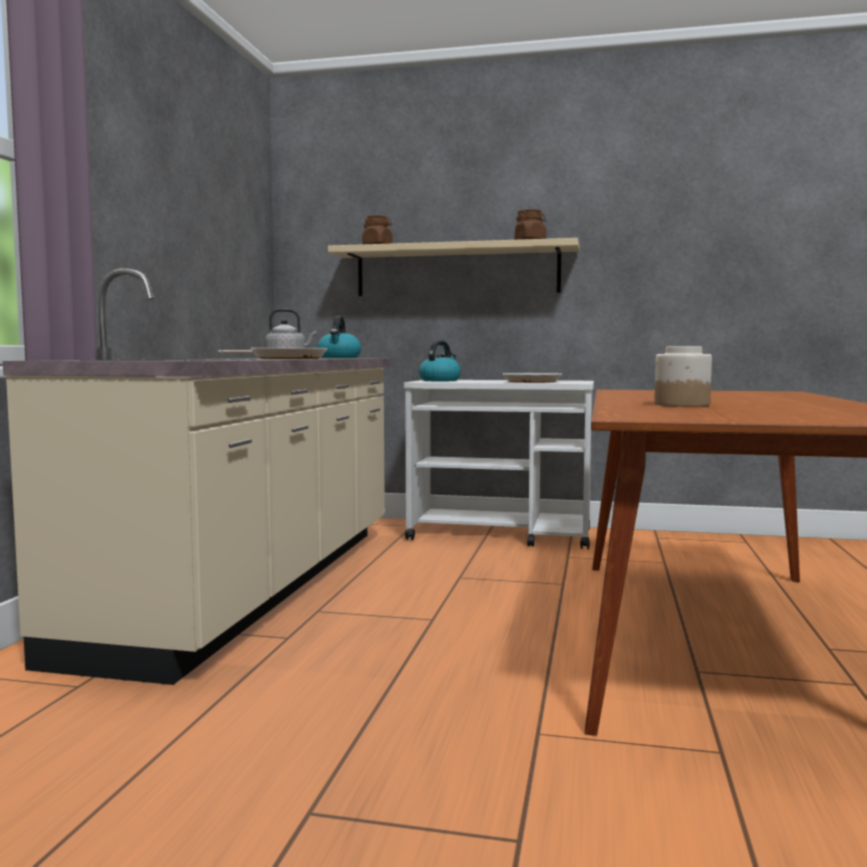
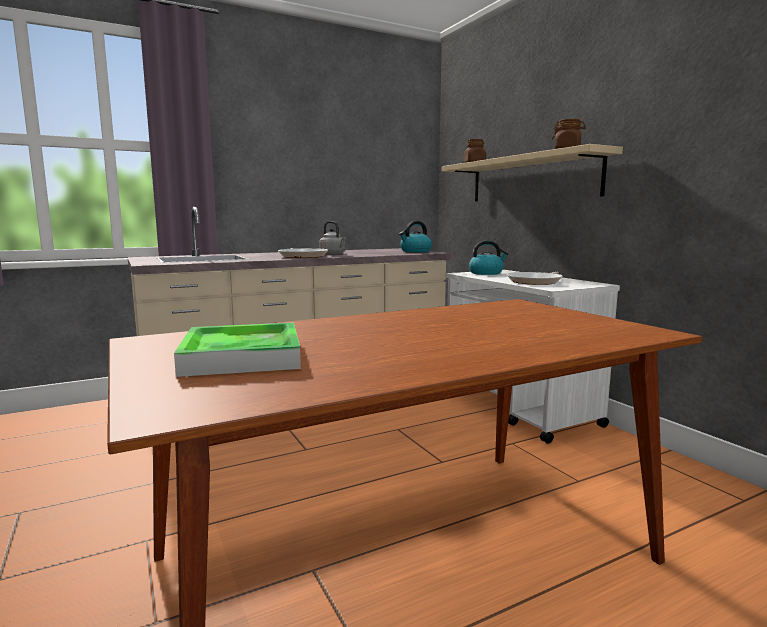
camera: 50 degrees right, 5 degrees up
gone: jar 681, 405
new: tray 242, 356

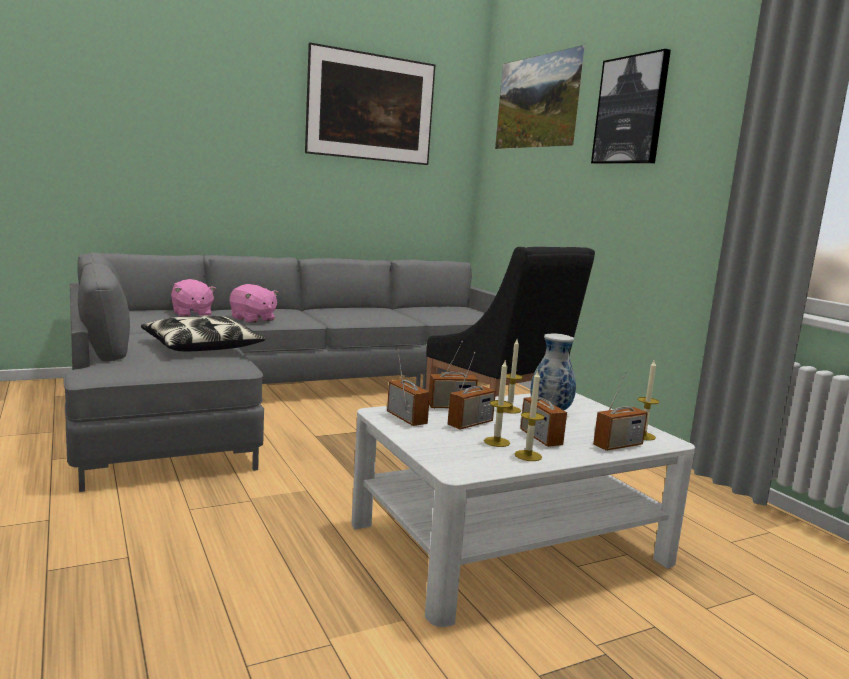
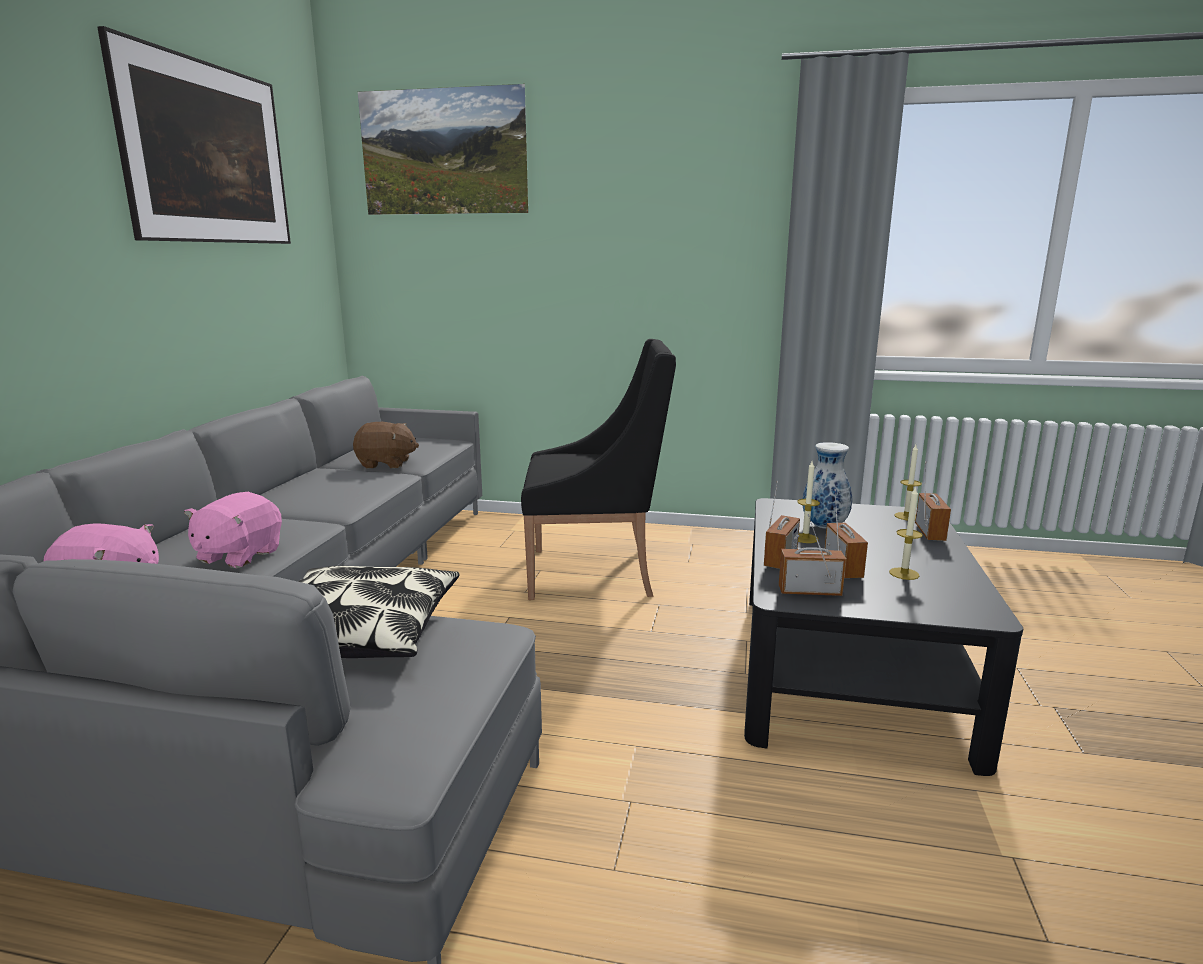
camera: 50 degrees left, 5 degrees up
gone: picture 630, 110; radio 540, 438; candle 528, 455
new: brown plush toy 386, 464
repainted: white coffee table 509, 542 to black coffee table 848, 669
rotated: pink plush toy 253, 319 = 238, 555 120 degrees clockwise

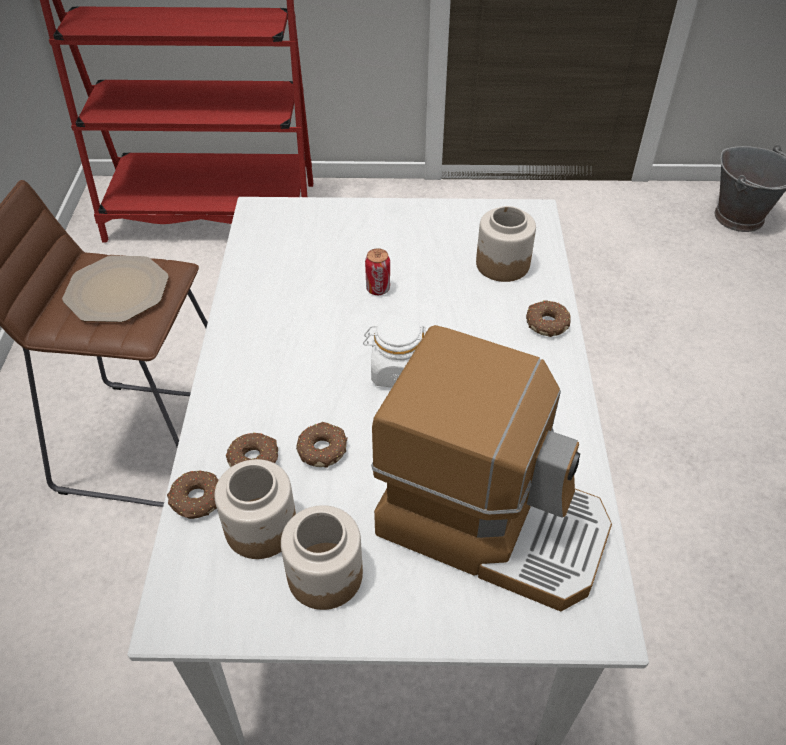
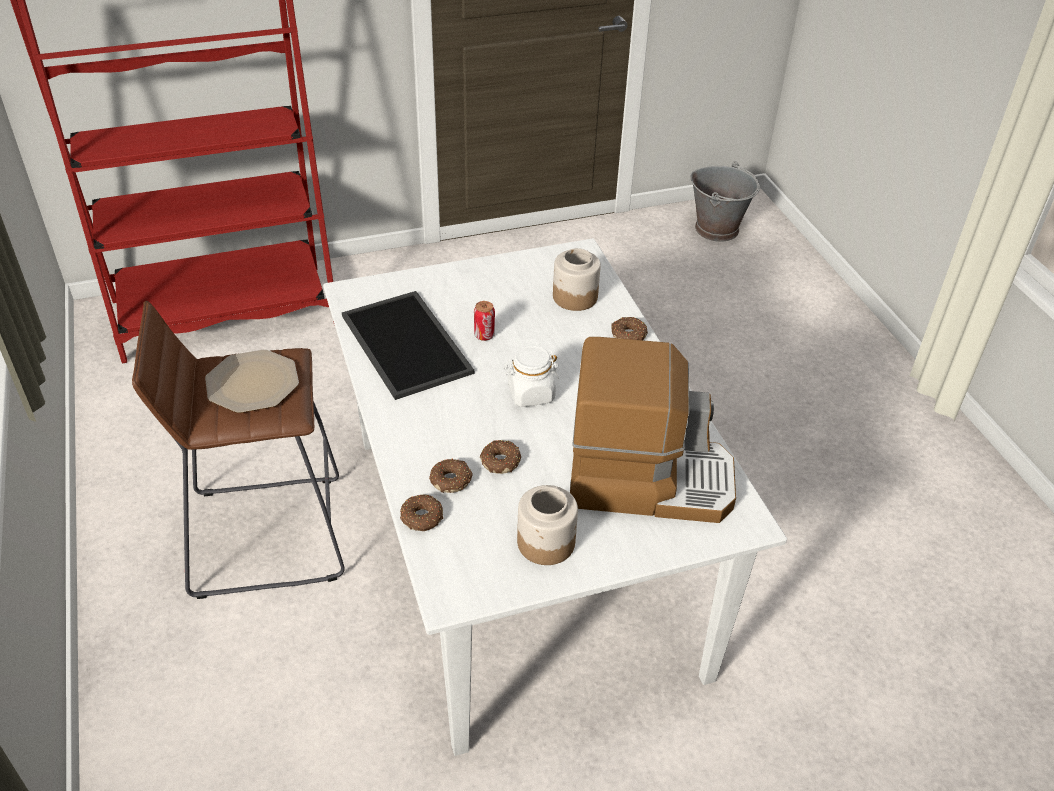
camera: 20 degrees left, 5 degrees down
gone: jar 261, 528
new: tray 409, 344

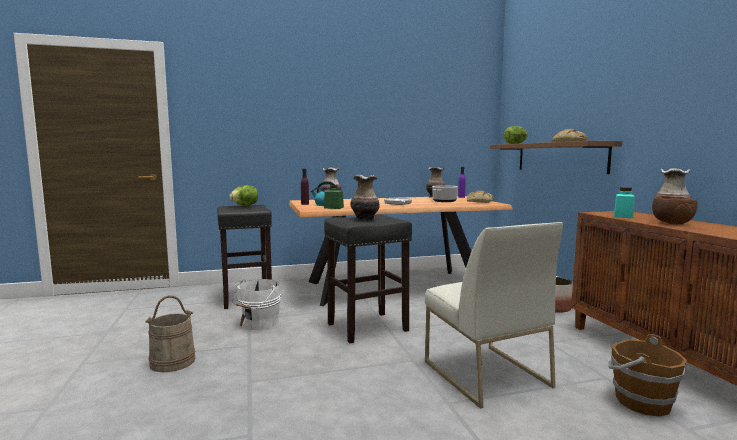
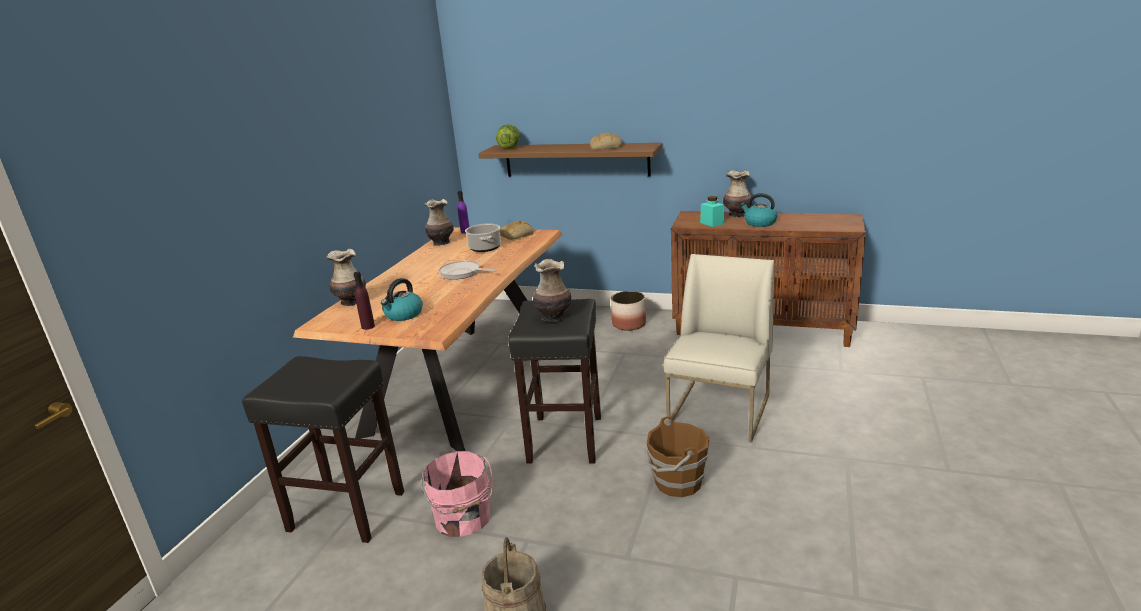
camera: 55 degrees left, 15 degrees up
gone: lettuce 245, 205; green jar 333, 208
shifted: brown bucket 640, 402 to 677, 483
swapped: brown bowl 672, 223 to kettle 759, 223
repainted: white bucket 258, 323 to pink bucket 463, 519
rotated: white chair 484, 374 = 720, 411 75 degrees counterclockwise

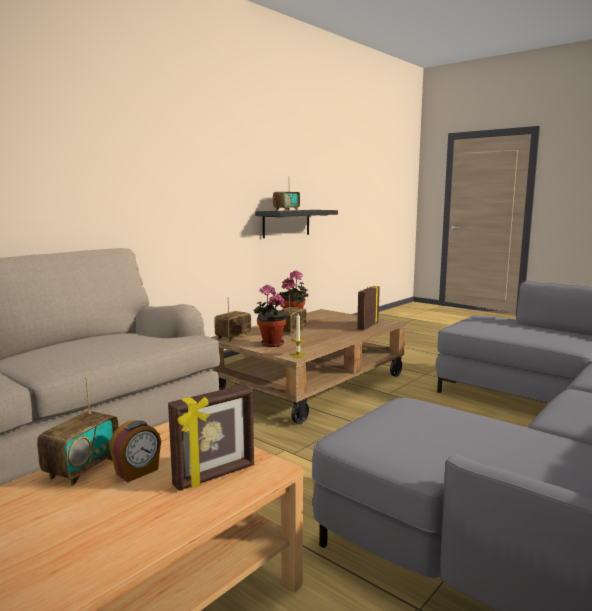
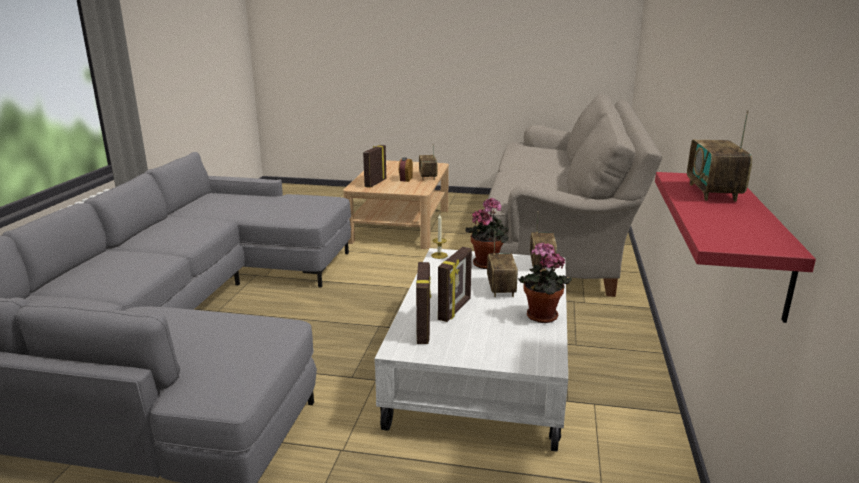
camera: 150 degrees right, 10 degrees up
new: picture frame 455, 310
repainted: black shelf 286, 223 to red shelf 761, 243; brown coffee table 311, 384 to white coffee table 481, 368

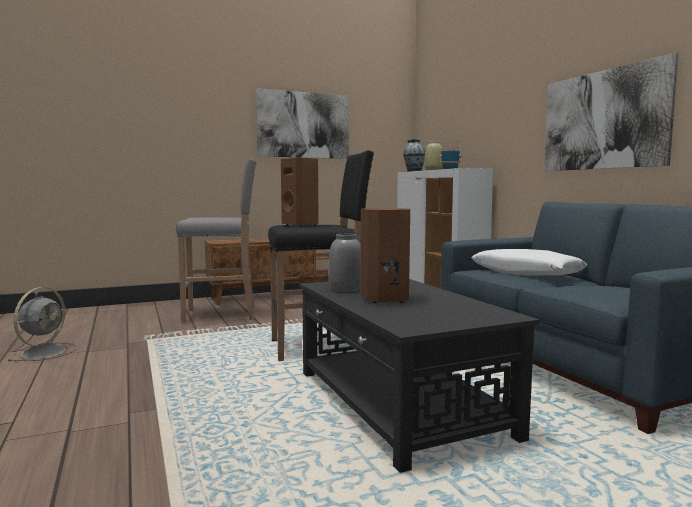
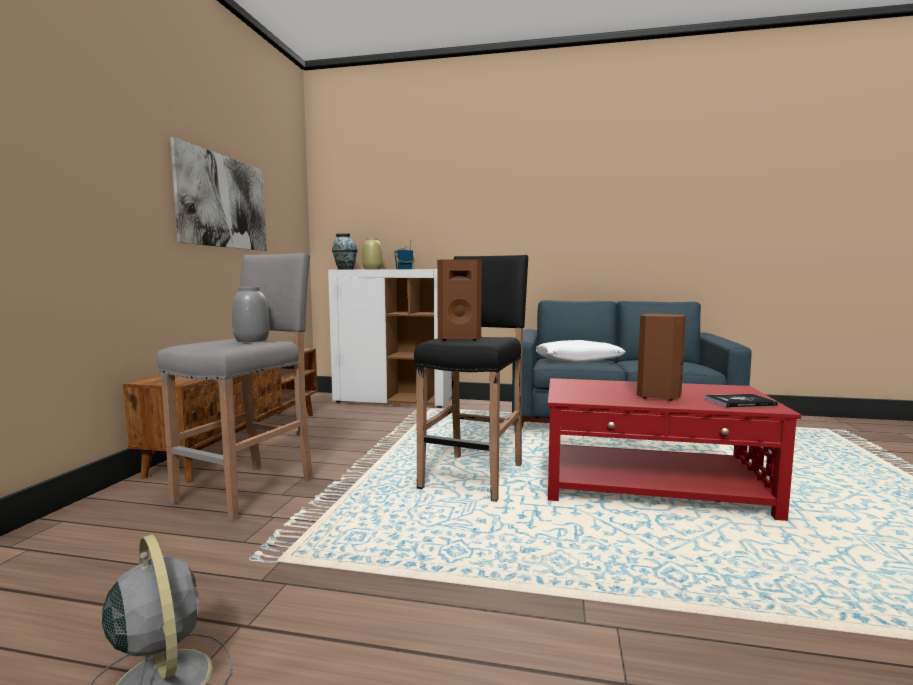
camera: 55 degrees left, 0 degrees up
gone: picture 603, 120
new: book 740, 402
shifted: grey vase 346, 289 to 252, 340
repainted: black coffee table 398, 404 to red coffee table 652, 487

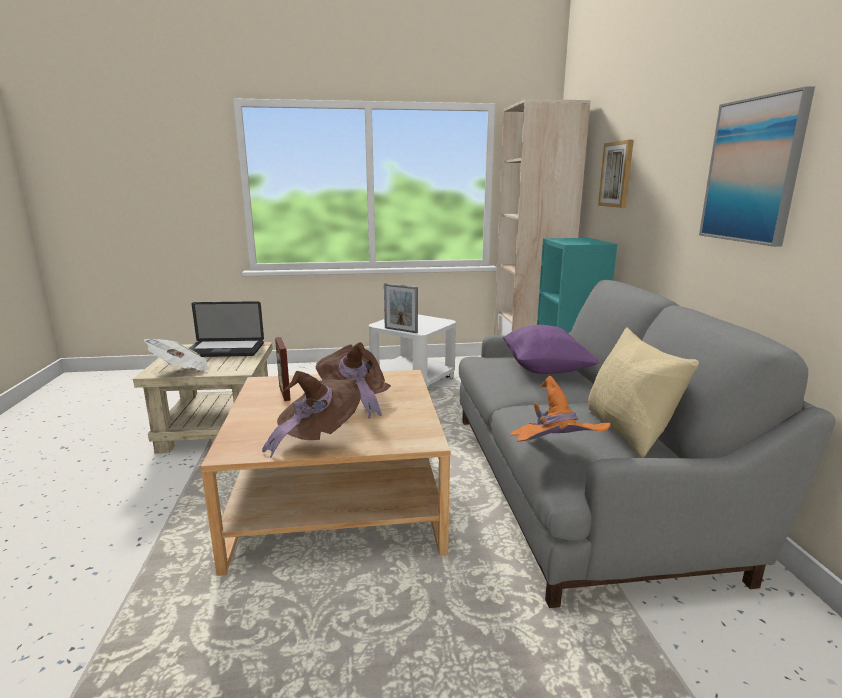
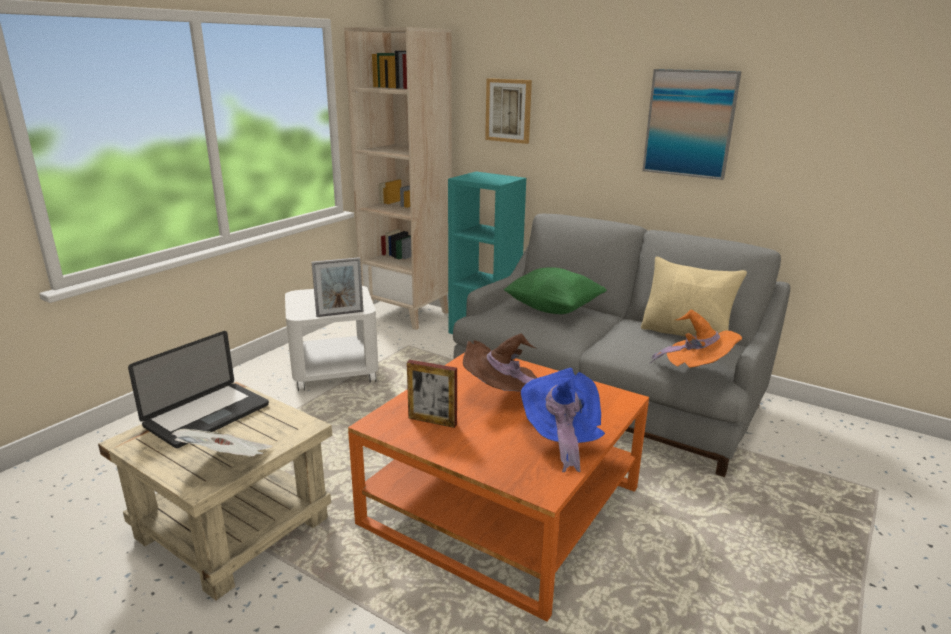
camera: 50 degrees left, 5 degrees up
repainted: purple pillow 544, 369 to green pillow 553, 309; beige coffee table 338, 501 to orange coffee table 502, 506; brown hat 317, 436 to blue hat 561, 438

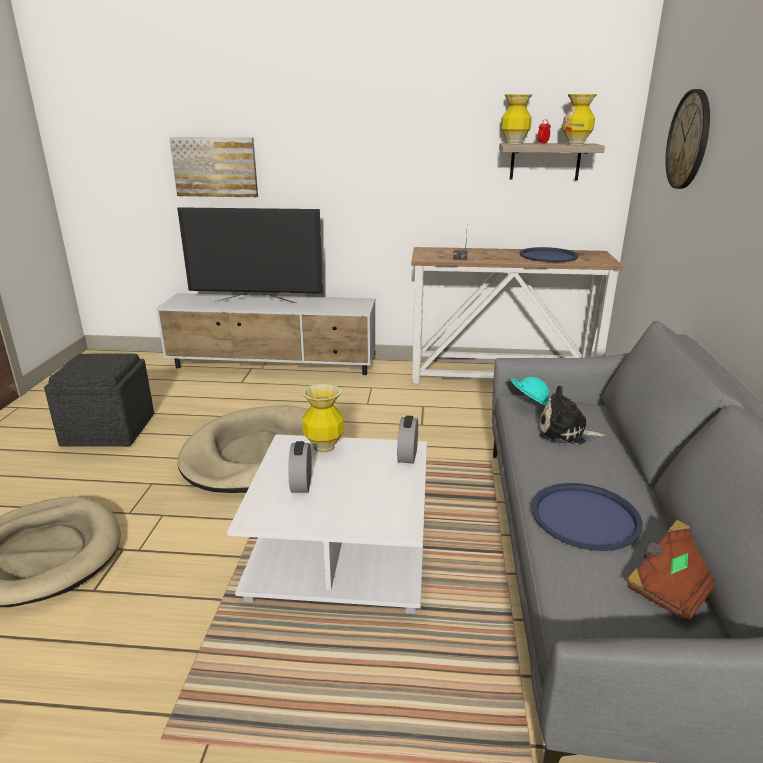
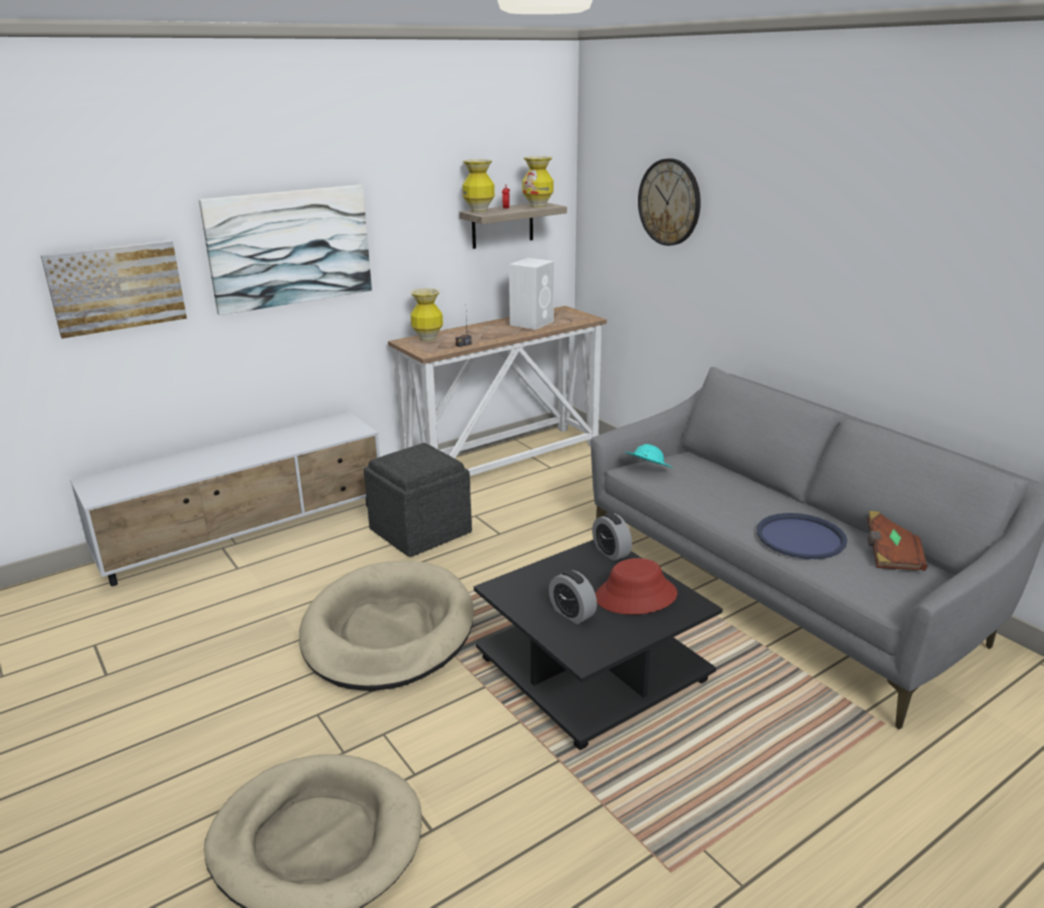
camera: 40 degrees left, 0 degrees up
gone: television 256, 302; plush toy 566, 433
new: picture 290, 247; red hat 636, 596
shifted: grey ottoman 109, 430 to 421, 531; vase 324, 447 to 427, 339
swapped: blue tray 548, 256 to white speaker 532, 323
repainted: white coffee table 342, 553 to black coffee table 595, 670

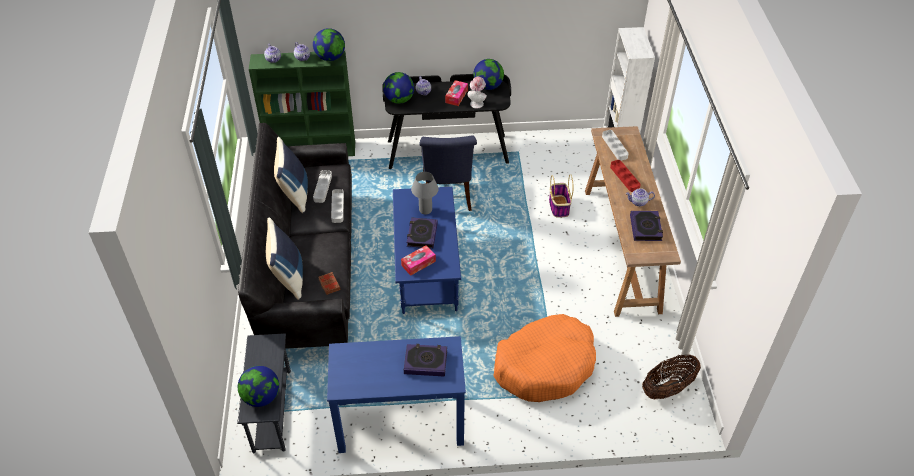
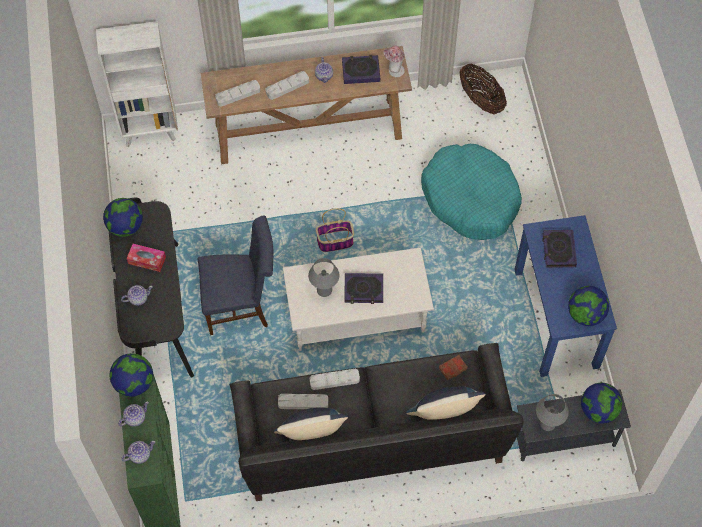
camera: 95 degrees left, 15 degrees up
gone: tissue box 418, 263
new: grey table lamp 547, 424
shifted: globe 399, 100 to 585, 314; hat 477, 102 to 394, 70; basket 558, 206 to 334, 242
repainted: red tray 624, 177 to grey tray 287, 87; blue coffee table 426, 269 to white coffee table 356, 316; orange dog bed 545, 365 to turquoise dog bed 470, 198

